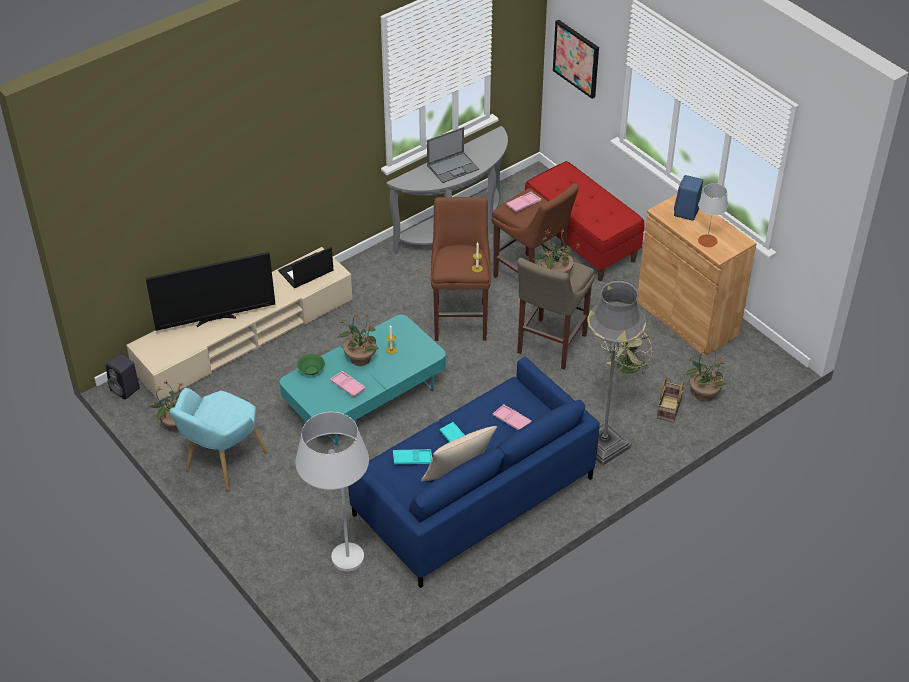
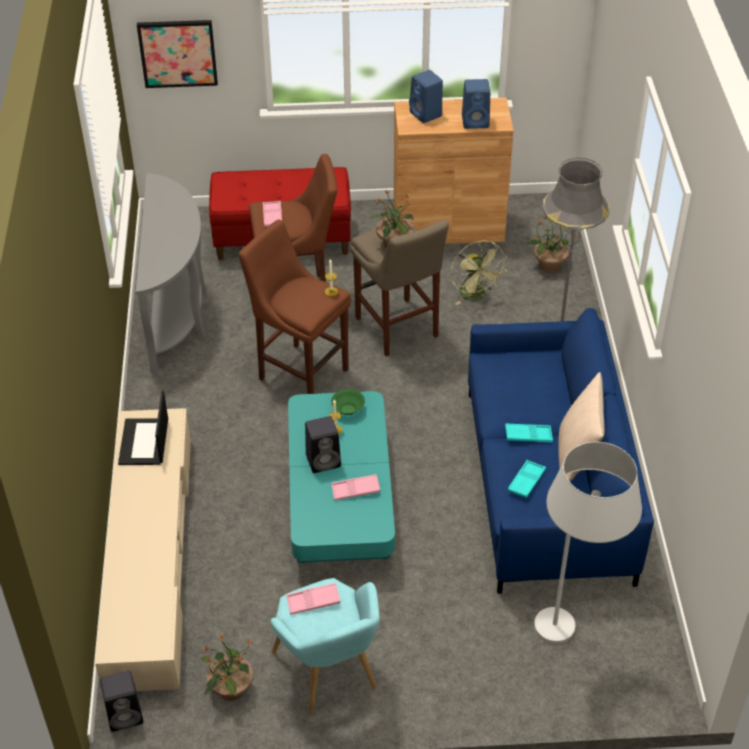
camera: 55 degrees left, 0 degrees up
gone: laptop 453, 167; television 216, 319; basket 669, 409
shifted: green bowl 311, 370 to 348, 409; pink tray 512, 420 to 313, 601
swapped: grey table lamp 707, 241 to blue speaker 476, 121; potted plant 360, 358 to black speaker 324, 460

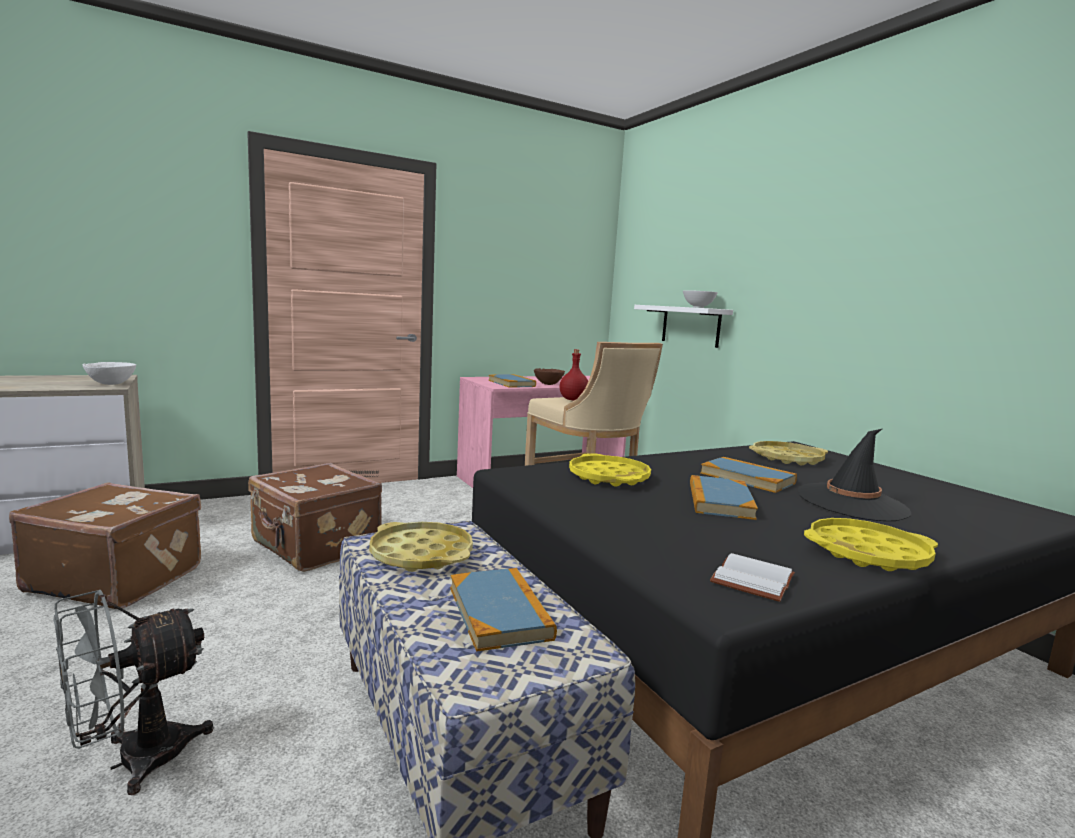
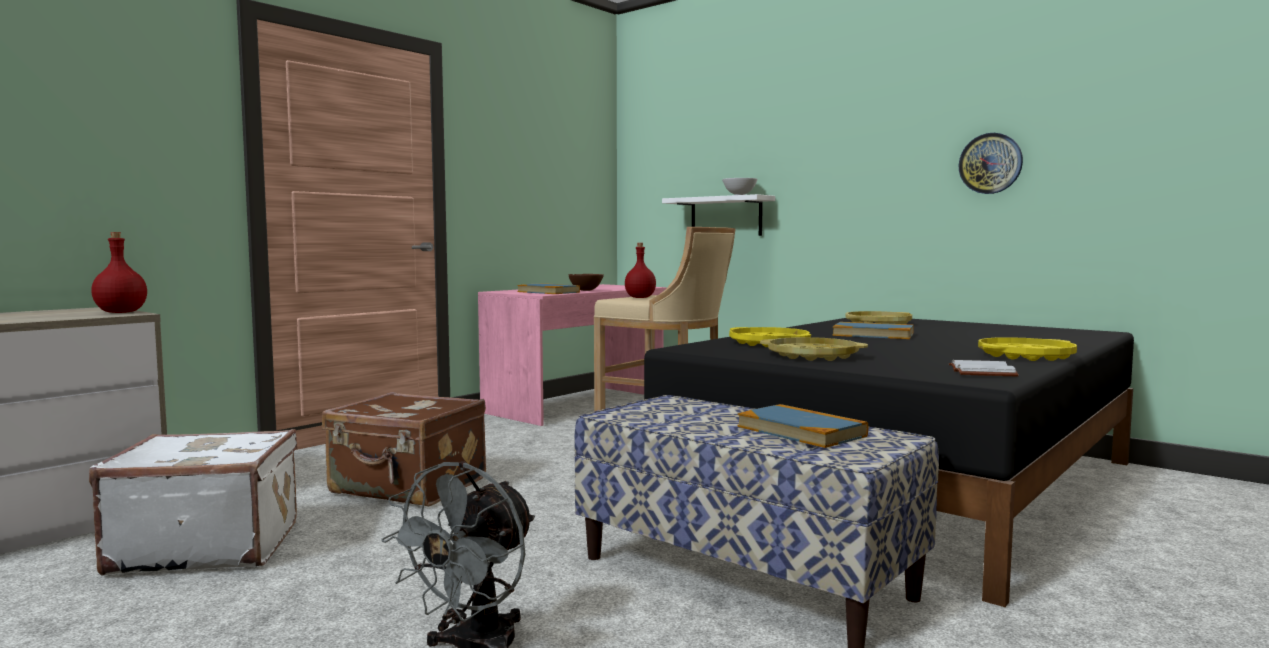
camera: 20 degrees left, 5 degrees down
gone: black hat 852, 503; book 720, 501
new: wall clock 990, 163
shifted: yellow tray 421, 554 to 812, 356
swapped: white bowl 112, 384 to red bottle 120, 312
repainted: brown suitcase 117, 578 to white suitcase 207, 547

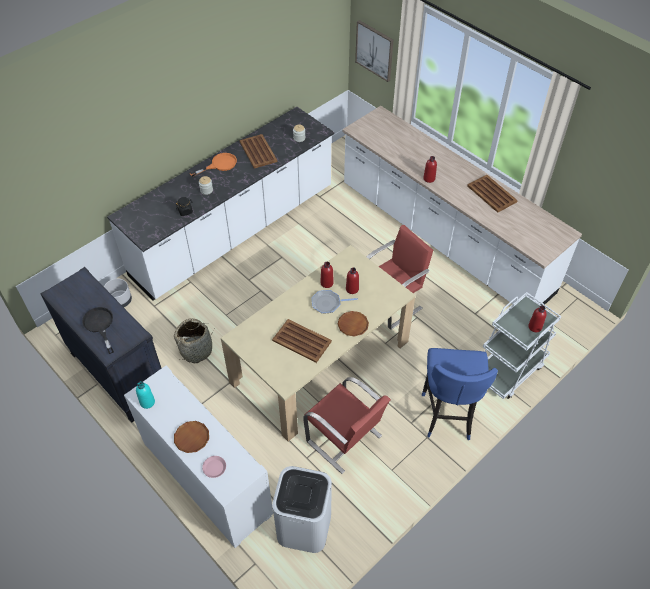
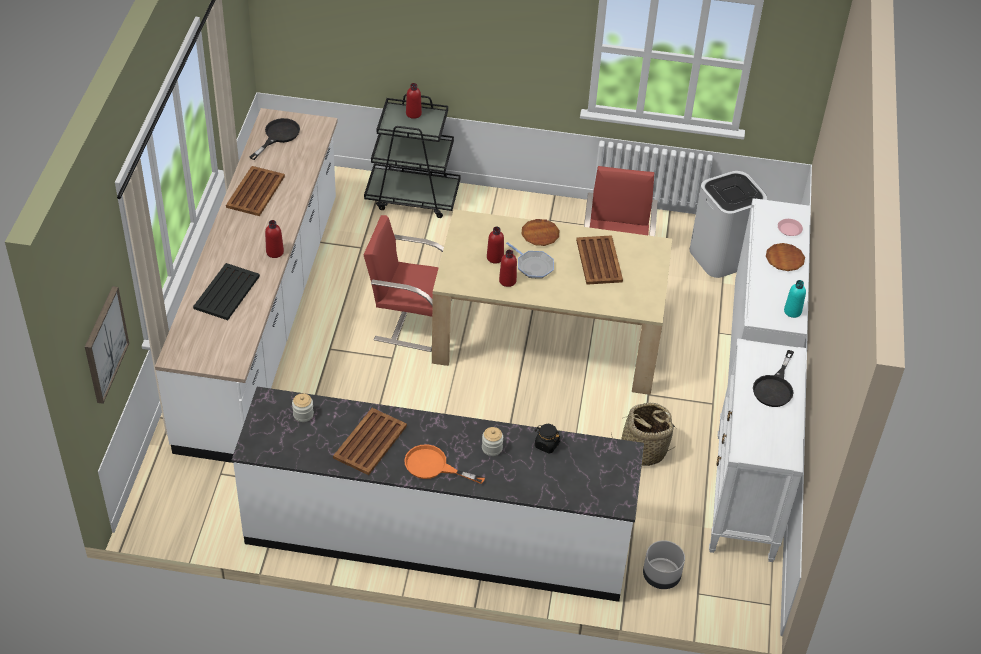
camera: 130 degrees left, 5 degrees down
gone: blue stool 447, 415
new: black frying pan 278, 136; black tray 227, 292
repainted: black dresser 119, 375 to white dresser 745, 497; white cart 508, 369 to black cart 413, 196

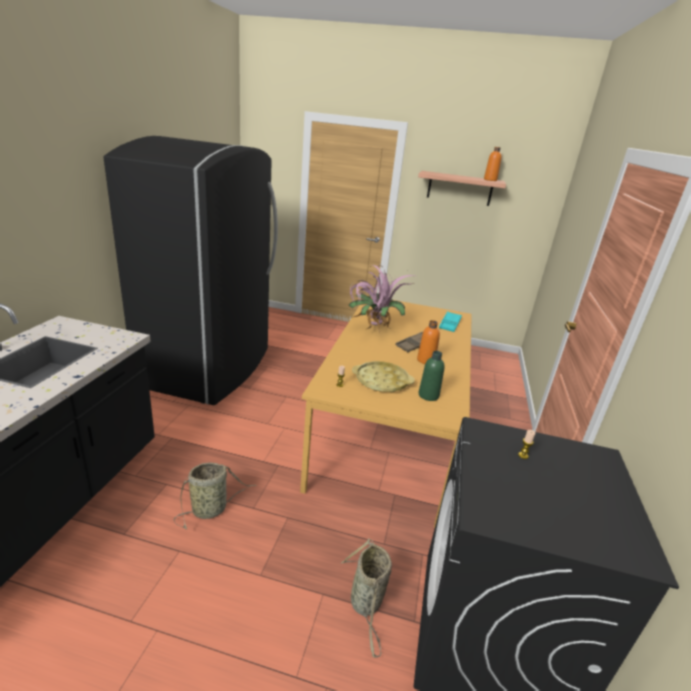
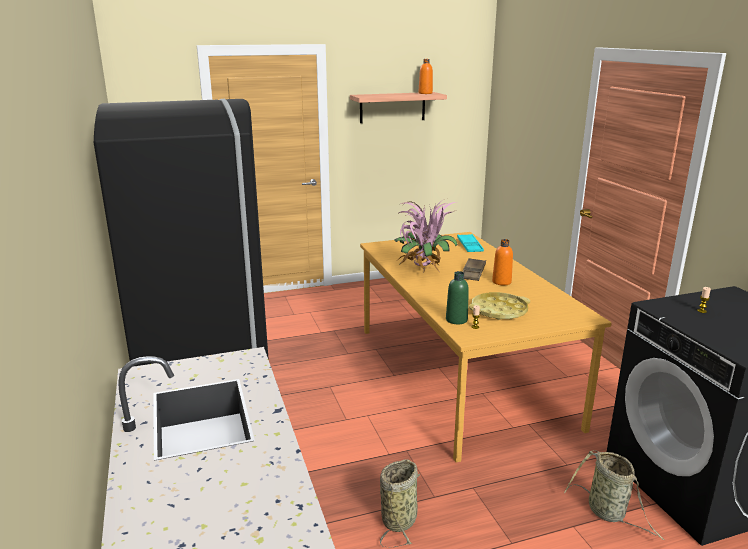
camera: 30 degrees left, 5 degrees down
shifted: green bottle 428, 395 to 456, 320

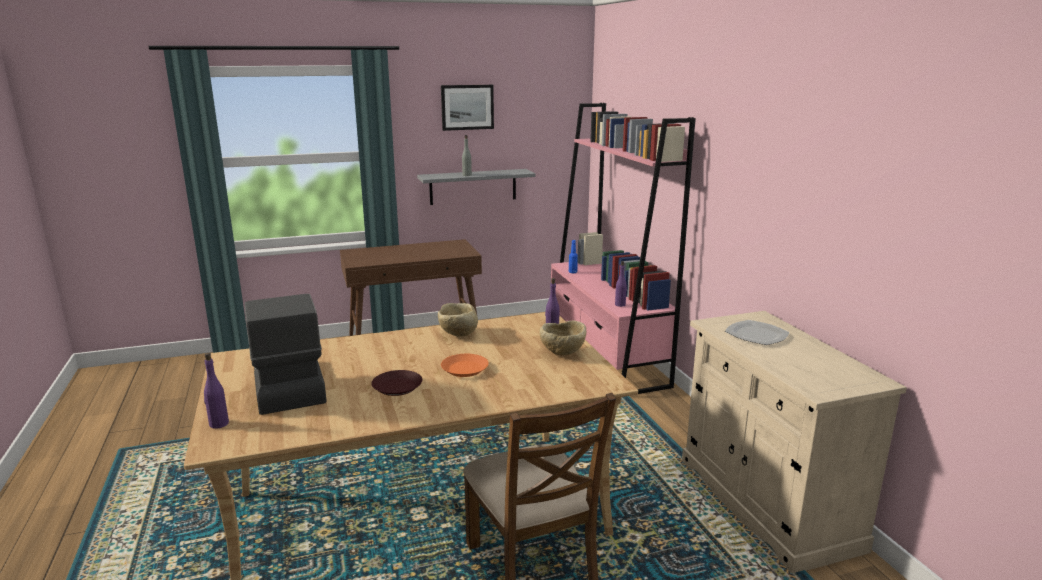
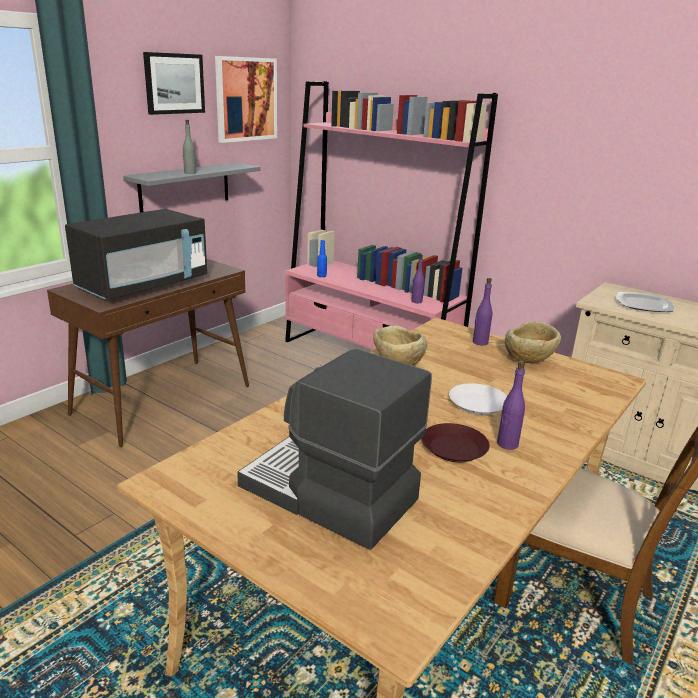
camera: 35 degrees left, 5 degrees up
new: picture 246, 99; black microwave 144, 285
shifted: purple bottle 218, 424 to 507, 444
repainted: orange plate 465, 369 to white plate 478, 404

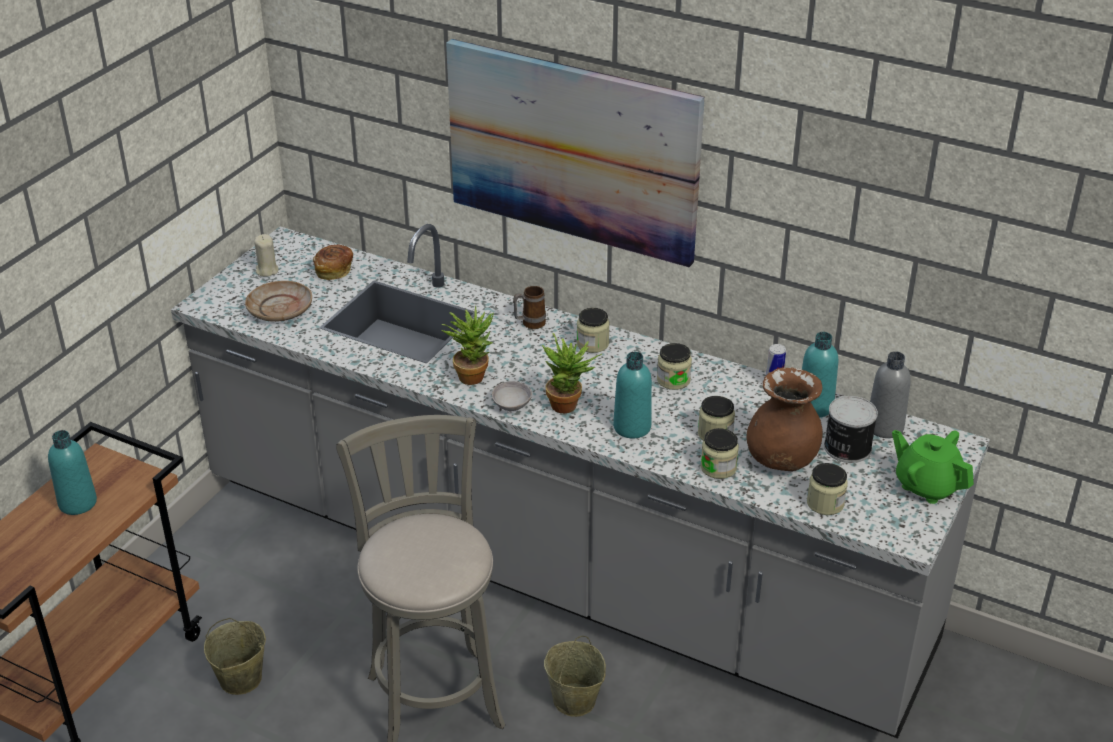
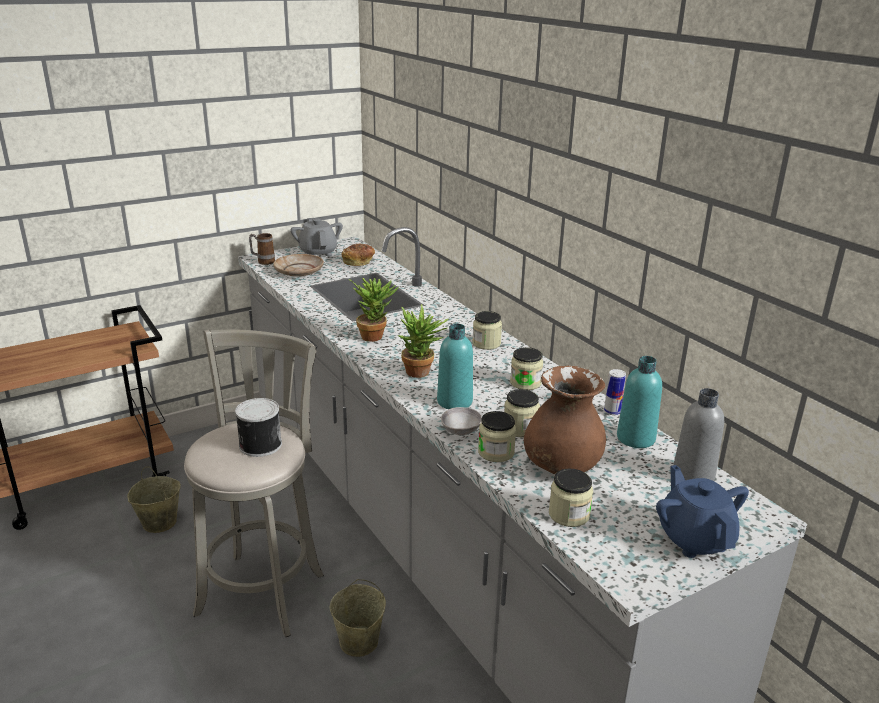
camera: 30 degrees right, 10 degrees down
gone: picture 573, 150; turquoise bottle 77, 503
shifted: mug 529, 324 to 263, 261; grey bowl 511, 405 to 461, 430; can 846, 448 to 259, 445
swapped: beige candle 267, 270 to grey teapot 318, 253
repainted: green teapot 927, 486 to blue teapot 694, 539

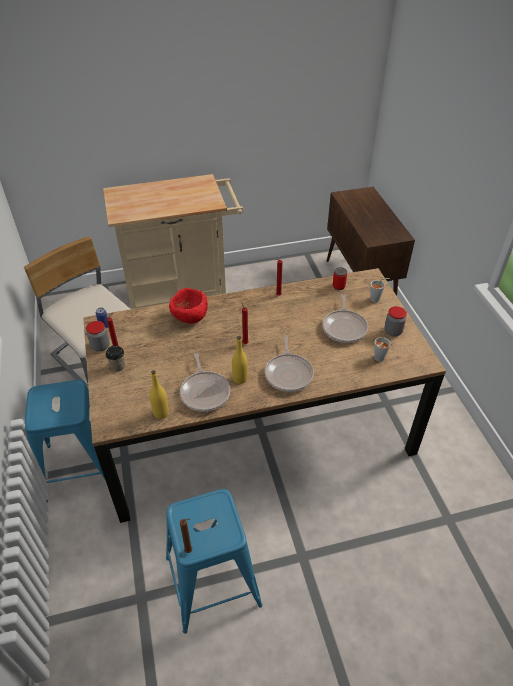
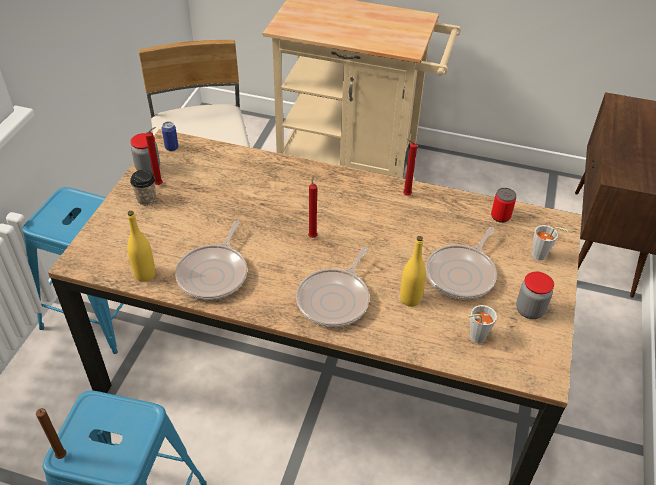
camera: 30 degrees right, 0 degrees up
gone: red bowl 190, 318
shifted: yellow bottle 240, 379 to 410, 299

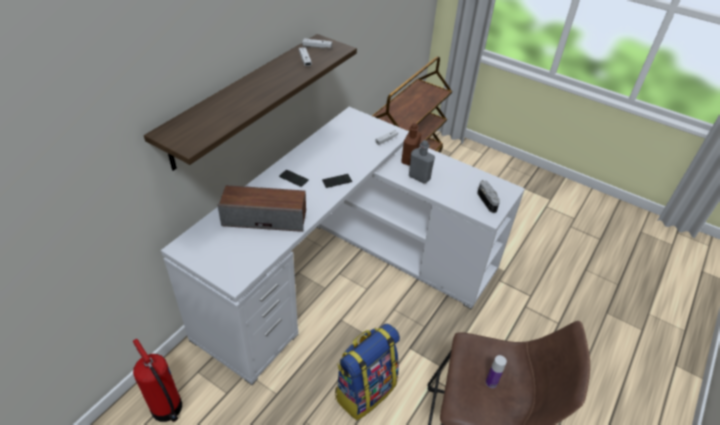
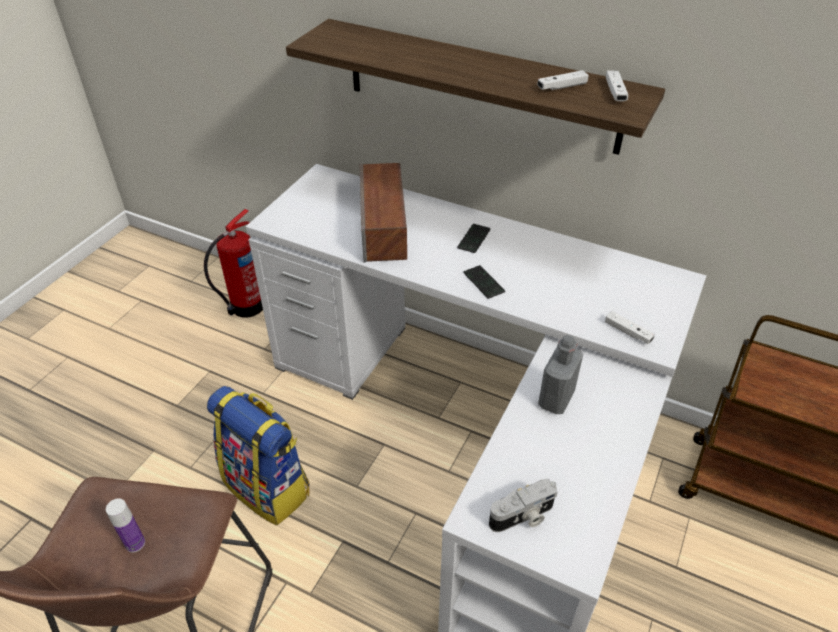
camera: 85 degrees right, 0 degrees up
gone: brown bottle 409, 160

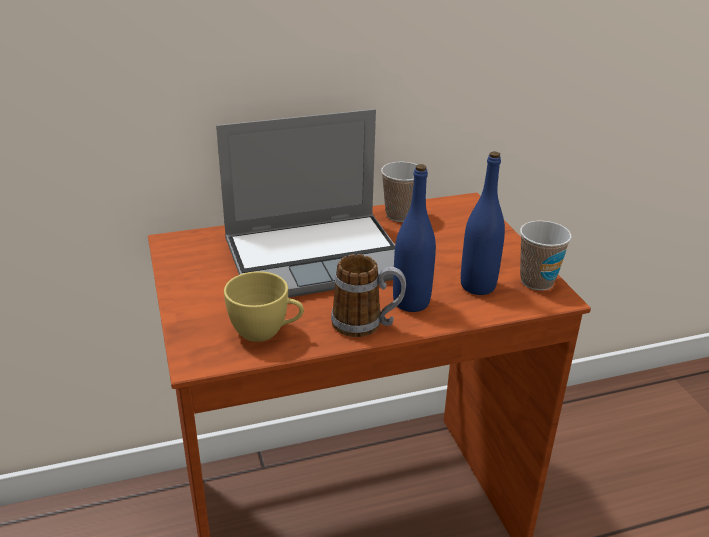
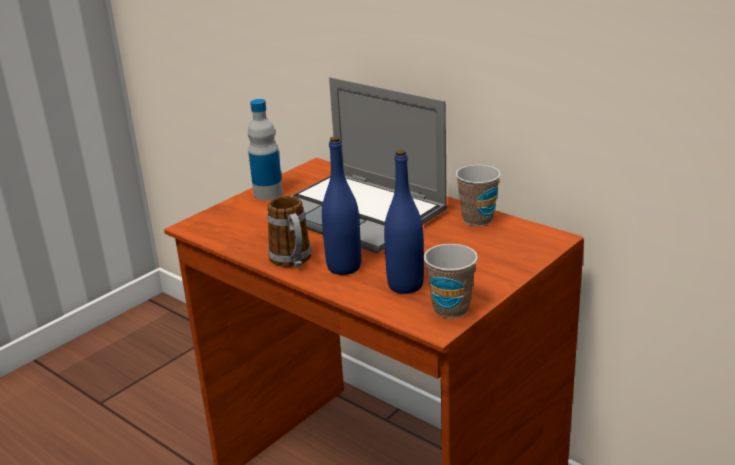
camera: 60 degrees right, 5 degrees down
gone: yellow cup 266, 332
new: bottle 268, 193

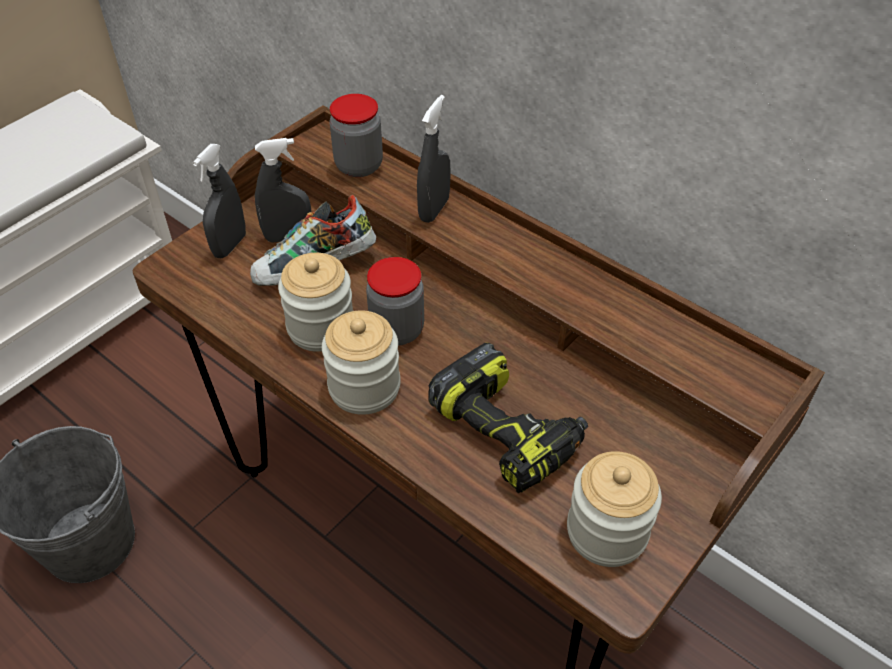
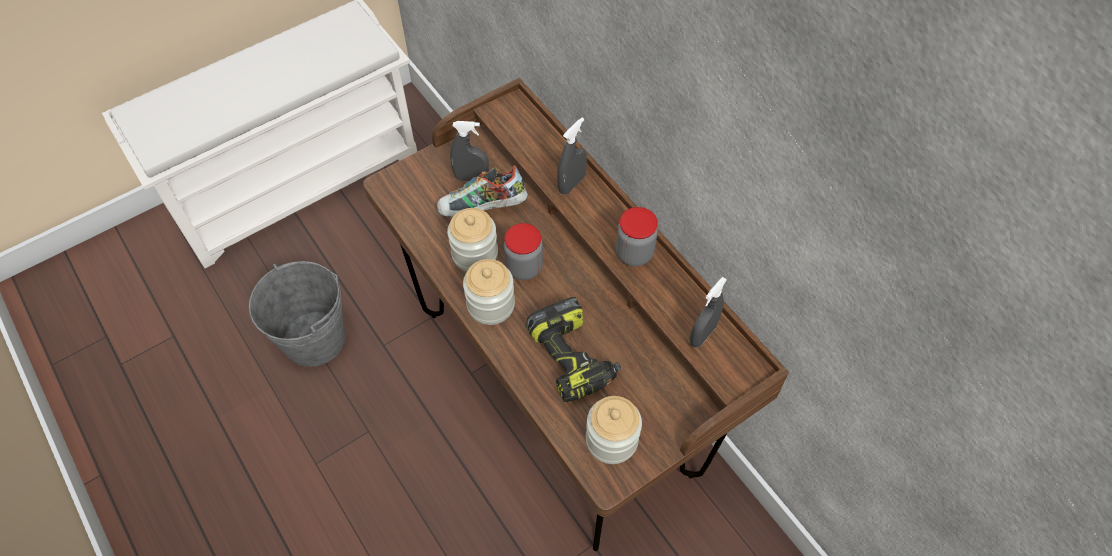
camera: 15 degrees right, 10 degrees up
shifted: jar 359, 166 to 634, 253; grey spray bottle 230, 246 to 702, 334

